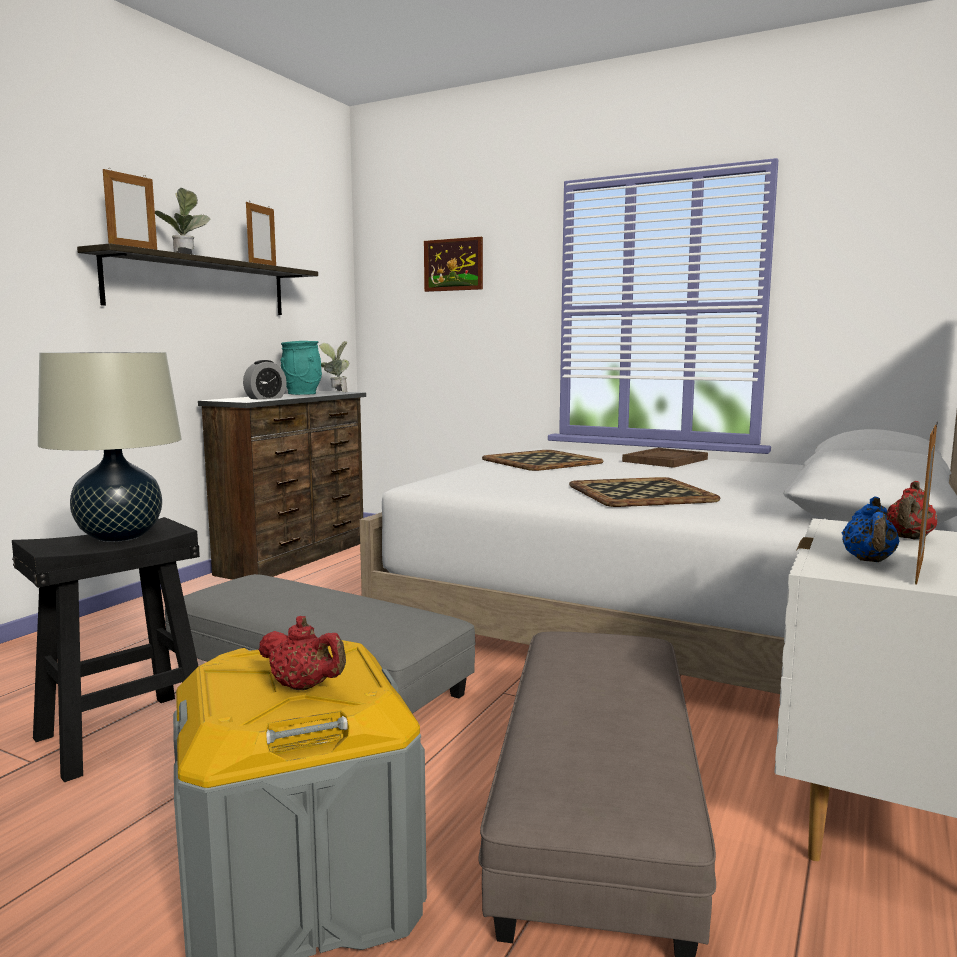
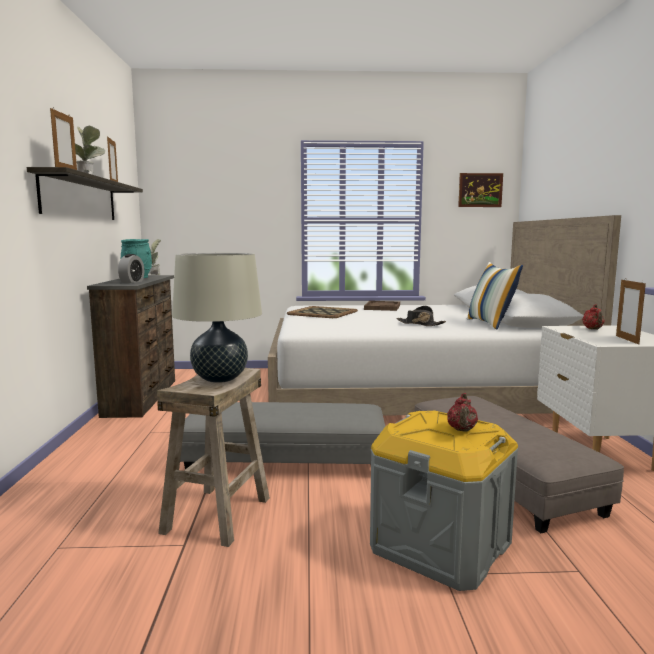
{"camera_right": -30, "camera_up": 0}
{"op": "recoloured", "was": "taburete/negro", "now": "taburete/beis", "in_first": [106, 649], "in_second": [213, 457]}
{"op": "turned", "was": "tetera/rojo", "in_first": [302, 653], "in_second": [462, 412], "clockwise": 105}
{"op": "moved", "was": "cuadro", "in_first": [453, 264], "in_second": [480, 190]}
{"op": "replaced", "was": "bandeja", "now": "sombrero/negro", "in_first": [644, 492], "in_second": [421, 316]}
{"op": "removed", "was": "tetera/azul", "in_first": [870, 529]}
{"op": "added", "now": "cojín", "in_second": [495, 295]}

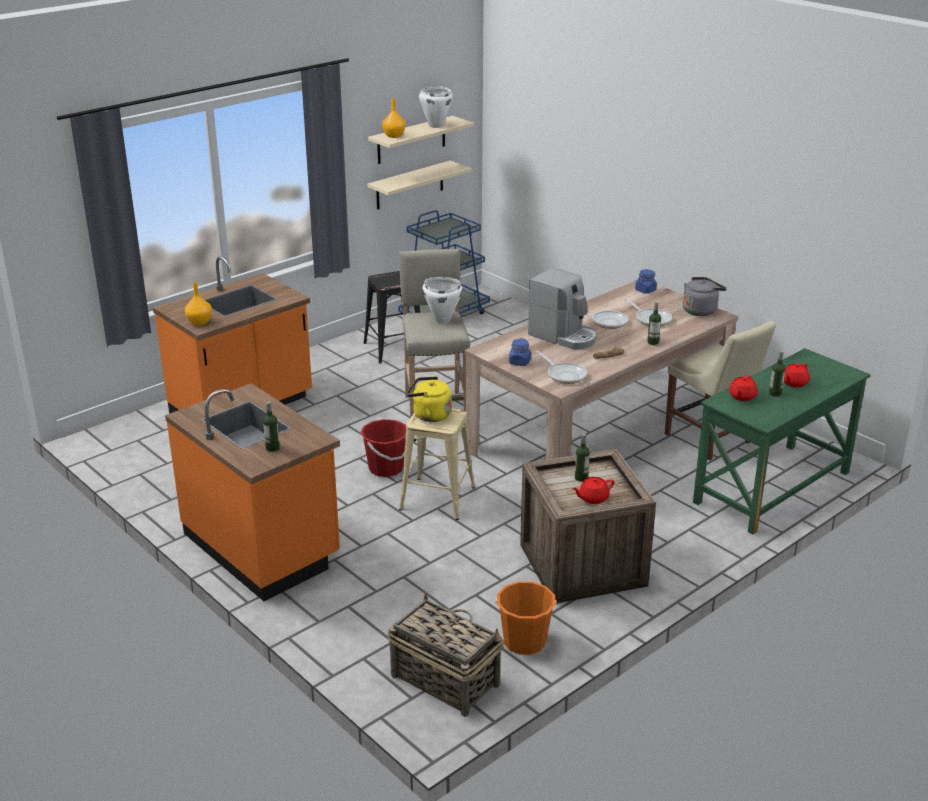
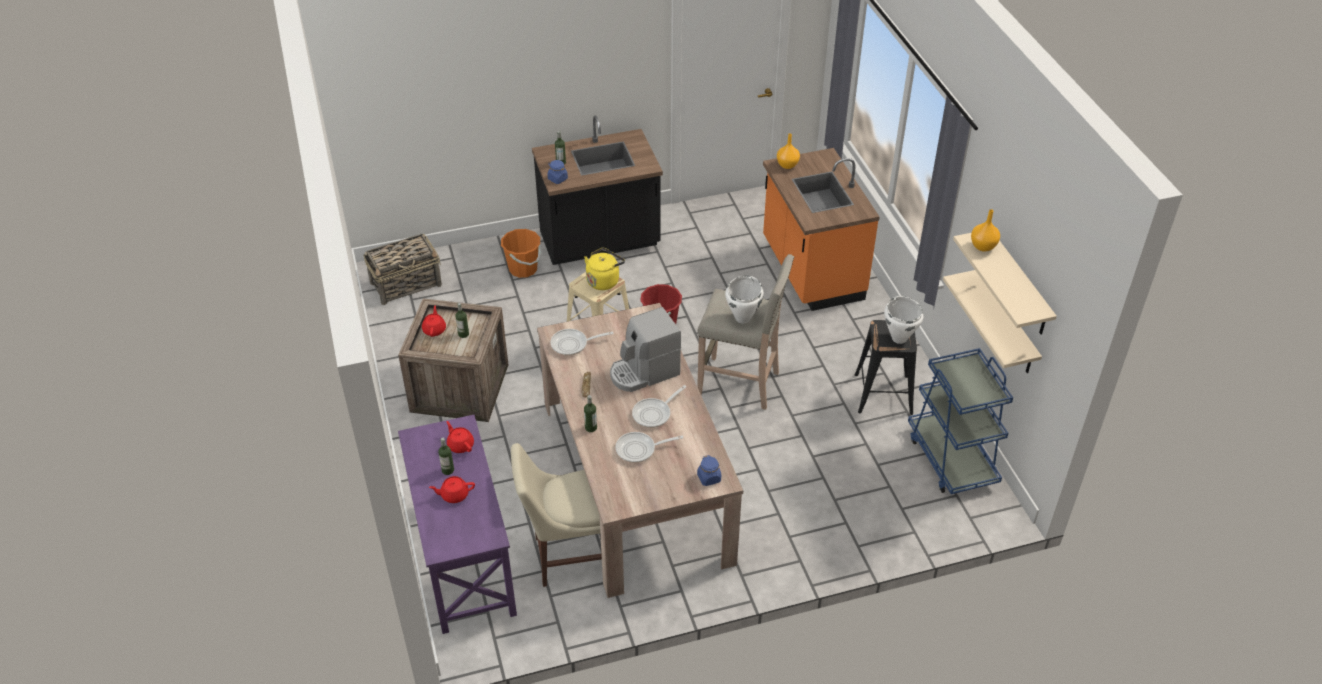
{"camera_right": 115, "camera_up": 15}
{"op": "recoloured", "was": "mueble bajo de cocina/naranja", "now": "mueble bajo de cocina/negro", "in_first": [252, 492], "in_second": [597, 190]}
{"op": "moved", "was": "olla/blanco", "in_first": [436, 107], "in_second": [903, 320]}
{"op": "moved", "was": "cubo/naranja", "in_first": [526, 618], "in_second": [521, 253]}
{"op": "moved", "was": "tarro/azul", "in_first": [520, 352], "in_second": [558, 172]}
{"op": "removed", "was": "hervidor/gris", "in_first": [705, 296]}
{"op": "recoloured", "was": "escritorio/verde", "now": "escritorio/morado", "in_first": [782, 441], "in_second": [457, 524]}
{"op": "turned", "was": "tetera/rojo", "in_first": [797, 375], "in_second": [452, 489], "clockwise": -75}

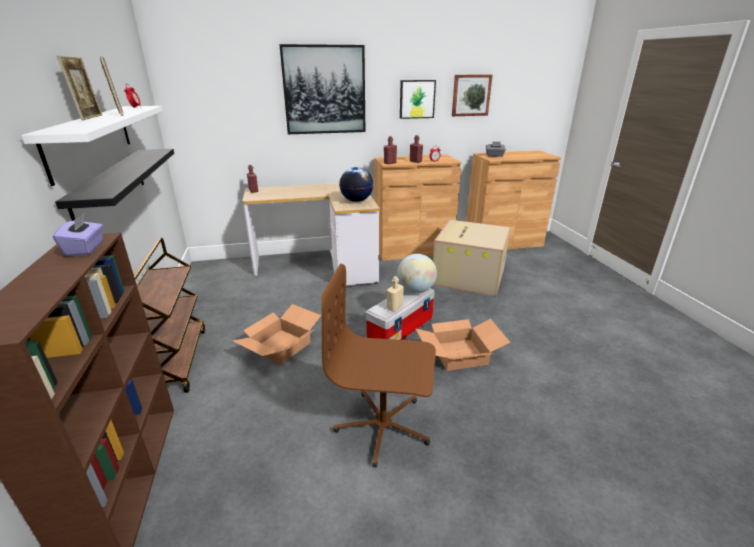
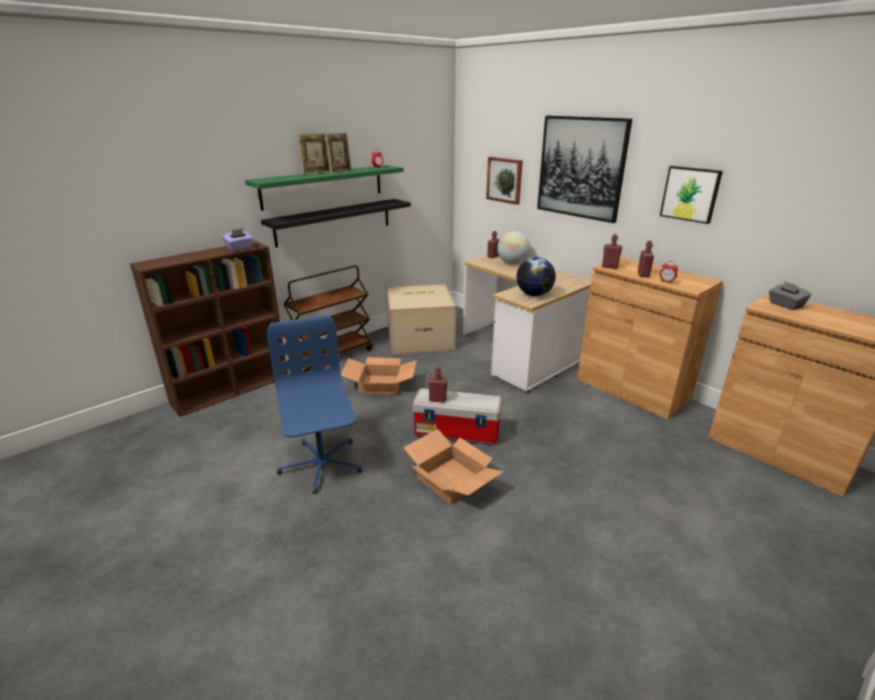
{"camera_right": 60, "camera_up": 0}
{"op": "recoloured", "was": "estante/blanco", "now": "estante/verde", "in_first": [92, 146], "in_second": [324, 188]}
{"op": "recoloured", "was": "silla de oficina/marrón", "now": "silla de oficina/azul", "in_first": [378, 366], "in_second": [315, 404]}
{"op": "recoloured", "was": "botella/beis", "now": "botella/rojo", "in_first": [395, 294], "in_second": [438, 385]}
{"op": "moved", "was": "globo terráqueo", "in_first": [417, 273], "in_second": [513, 247]}
{"op": "moved", "was": "caja de cartón", "in_first": [471, 258], "in_second": [421, 319]}
{"op": "moved", "was": "cuadro", "in_first": [472, 95], "in_second": [504, 181]}

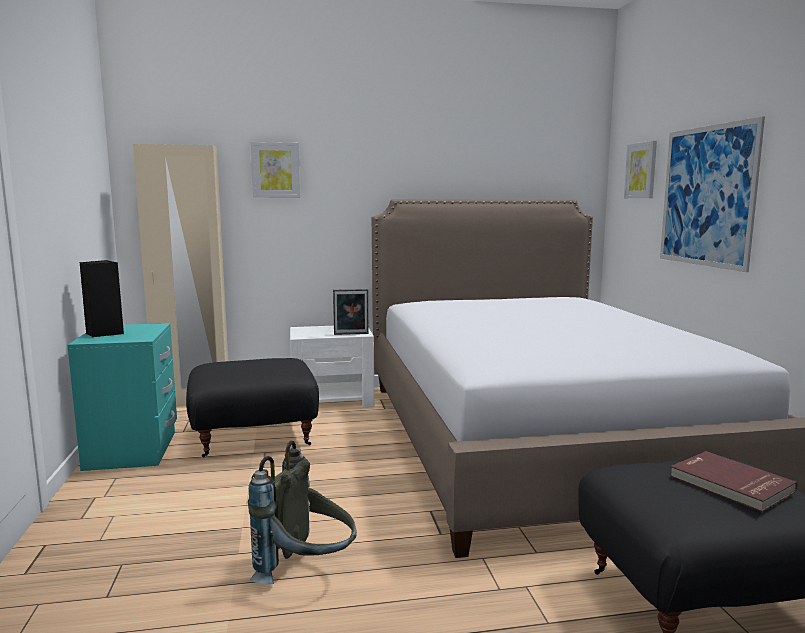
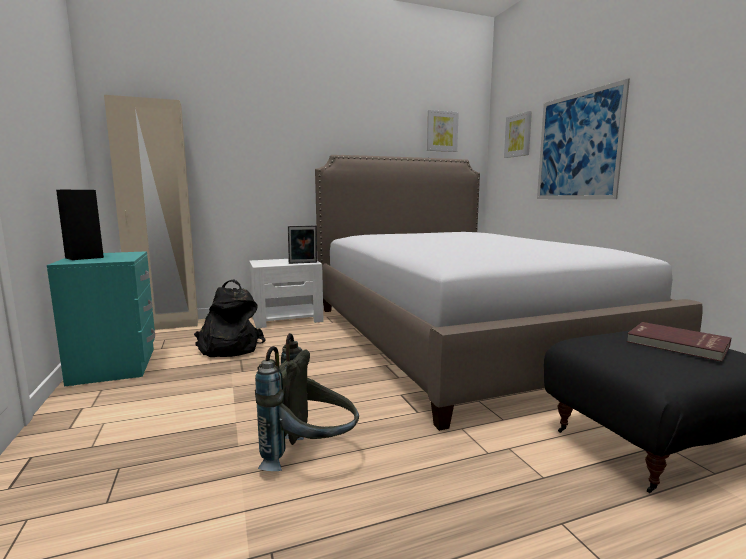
{"camera_right": -10, "camera_up": 0}
{"op": "replaced", "was": "puf/negro", "now": "mochila/negro", "in_first": [252, 407], "in_second": [230, 318]}
{"op": "moved", "was": "cuadro", "in_first": [275, 170], "in_second": [443, 131]}

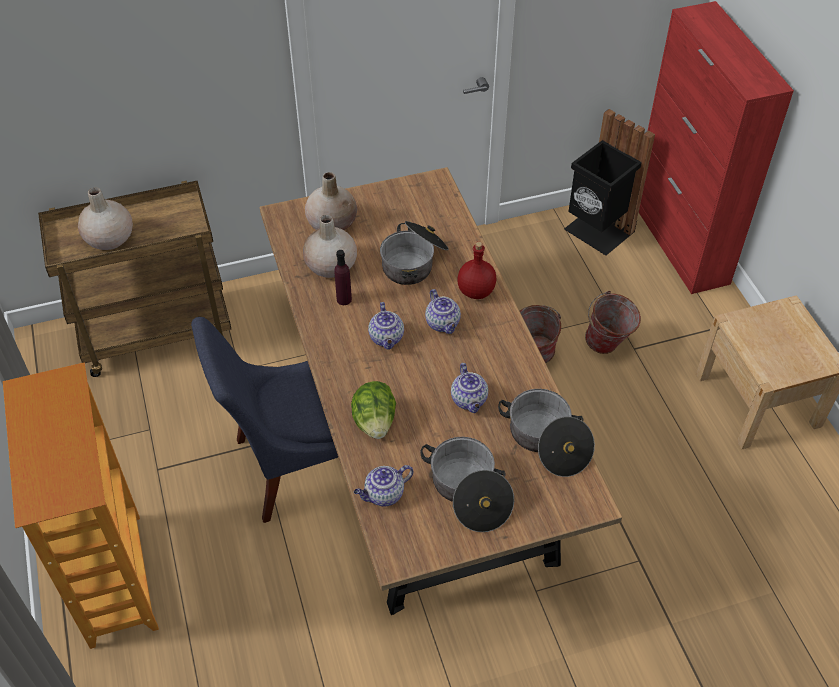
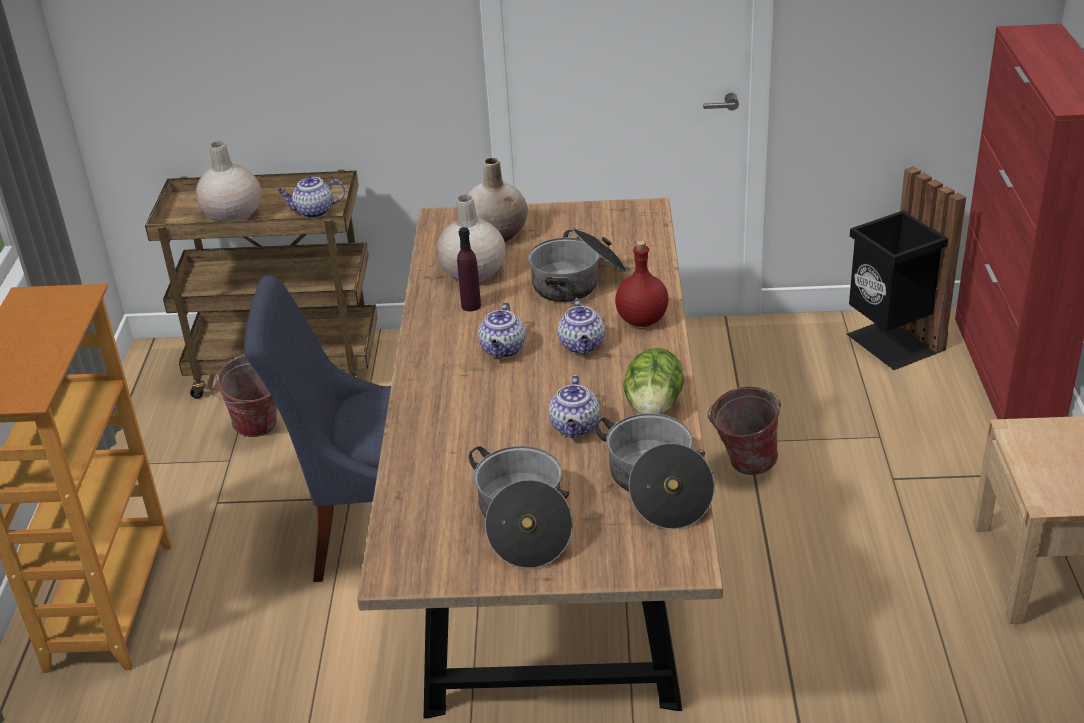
{"camera_right": 20, "camera_up": -15}
{"op": "moved", "was": "lechuga", "in_first": [373, 410], "in_second": [653, 381]}
{"op": "moved", "was": "tetera", "in_first": [383, 485], "in_second": [311, 196]}
{"op": "moved", "was": "cubo", "in_first": [613, 322], "in_second": [245, 395]}

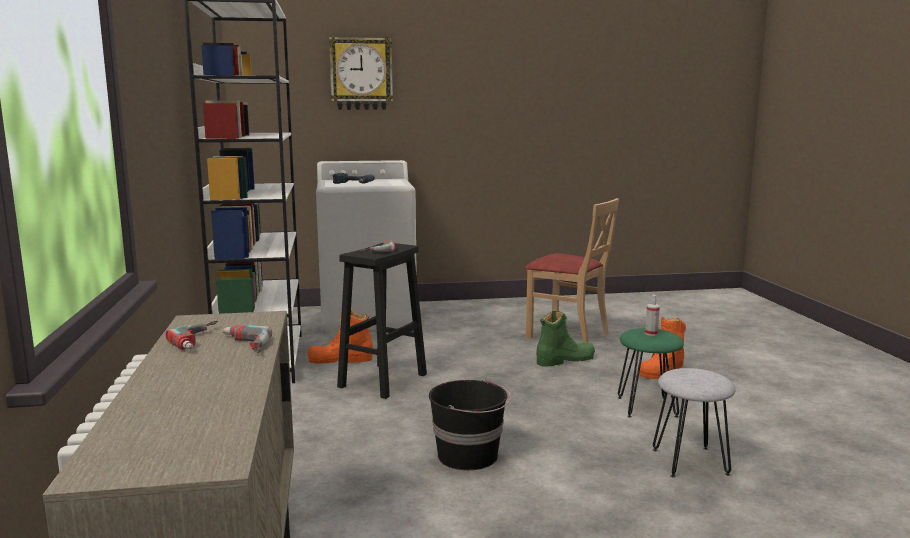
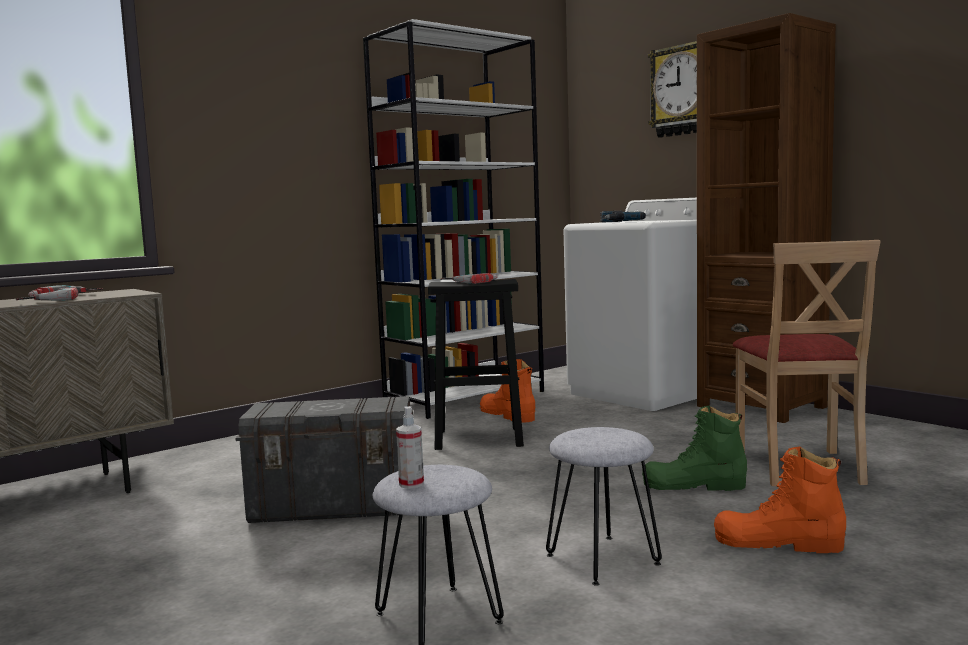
{"camera_right": 60, "camera_up": -5}
{"op": "replaced", "was": "cubo/negro", "now": "caja de almacenaje/gris", "in_first": [470, 424], "in_second": [324, 459]}
{"op": "turned", "was": "bota/verde", "in_first": [565, 339], "in_second": [694, 448], "clockwise": 150}
{"op": "recoloured", "was": "taburete/verde", "now": "taburete/gris", "in_first": [651, 373], "in_second": [604, 506]}
{"op": "moved", "was": "pulverizador", "in_first": [652, 315], "in_second": [410, 447]}
{"op": "added", "now": "estantería/marrón", "in_second": [766, 218]}

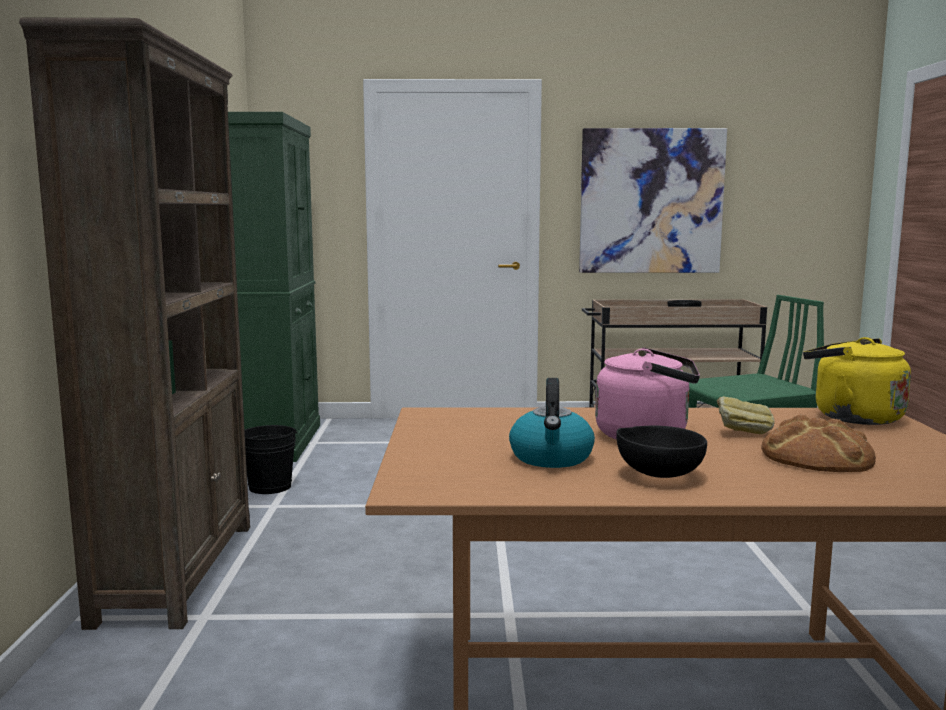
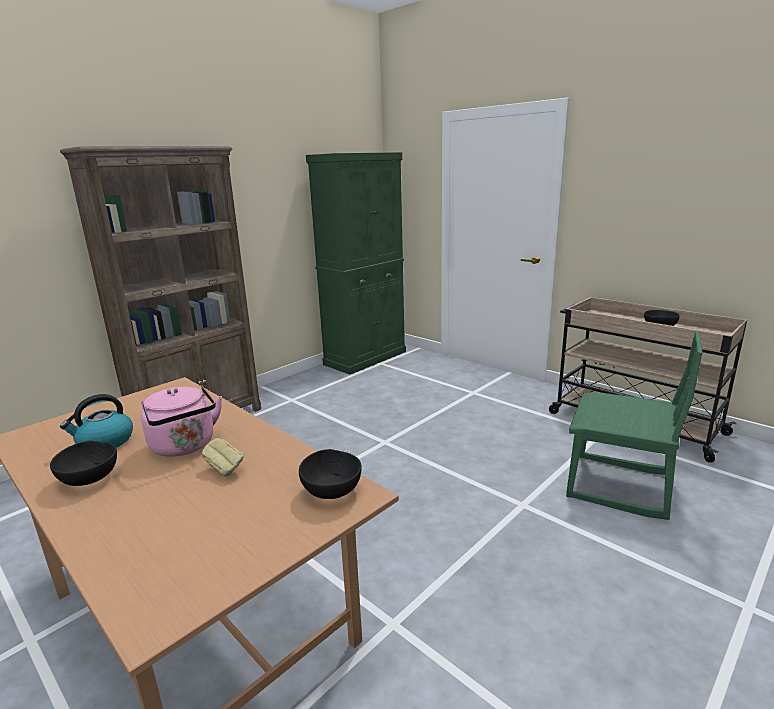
{"camera_right": 45, "camera_up": 10}
{"op": "removed", "was": "cubo/negro", "in_first": [271, 459]}
{"op": "removed", "was": "cuadro", "in_first": [653, 200]}
{"op": "removed", "was": "pan", "in_first": [818, 443]}
{"op": "replaced", "was": "hervidor/amarillo", "now": "cuenco/negro", "in_first": [857, 381], "in_second": [330, 474]}

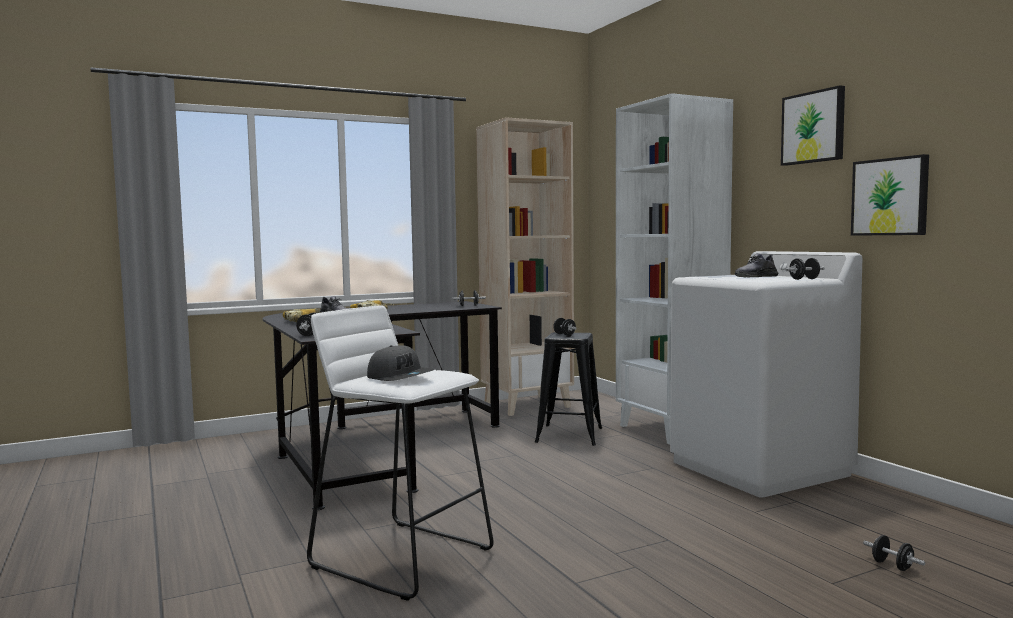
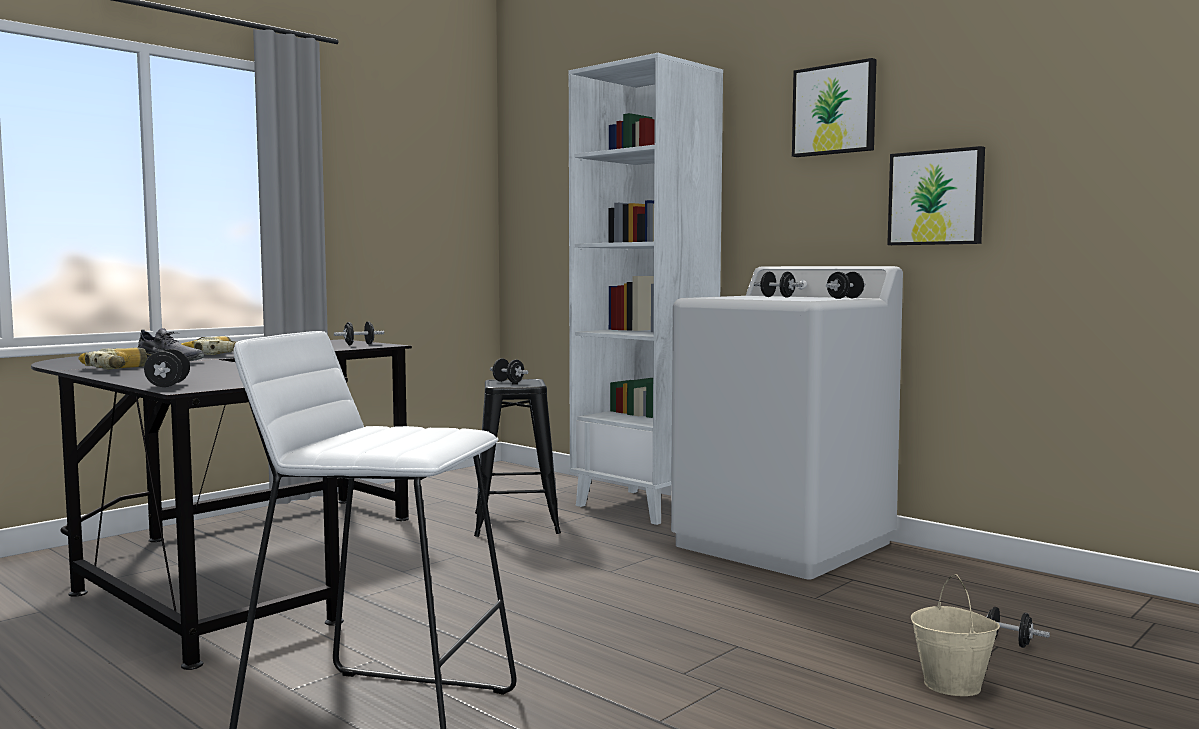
{"camera_right": -20, "camera_up": 0}
{"op": "removed", "was": "gorra/gris", "in_first": [400, 363]}
{"op": "removed", "was": "estantería/beis", "in_first": [525, 266]}
{"op": "replaced", "was": "zapato/gris", "now": "mancuerna/negro", "in_first": [756, 265], "in_second": [779, 284]}
{"op": "added", "now": "cubo/beis", "in_second": [955, 635]}

